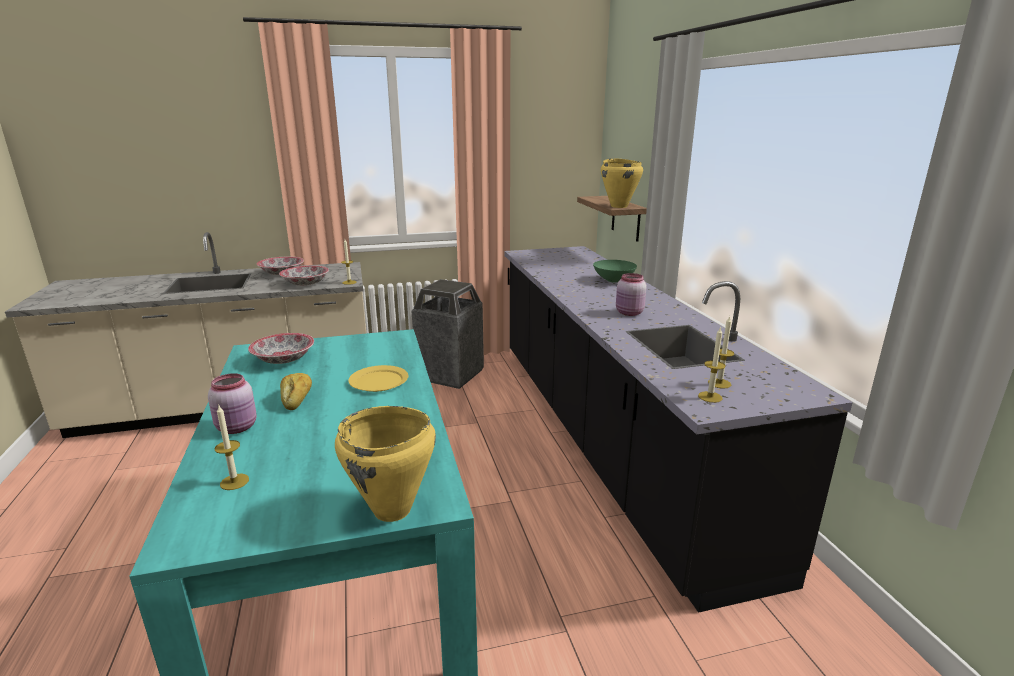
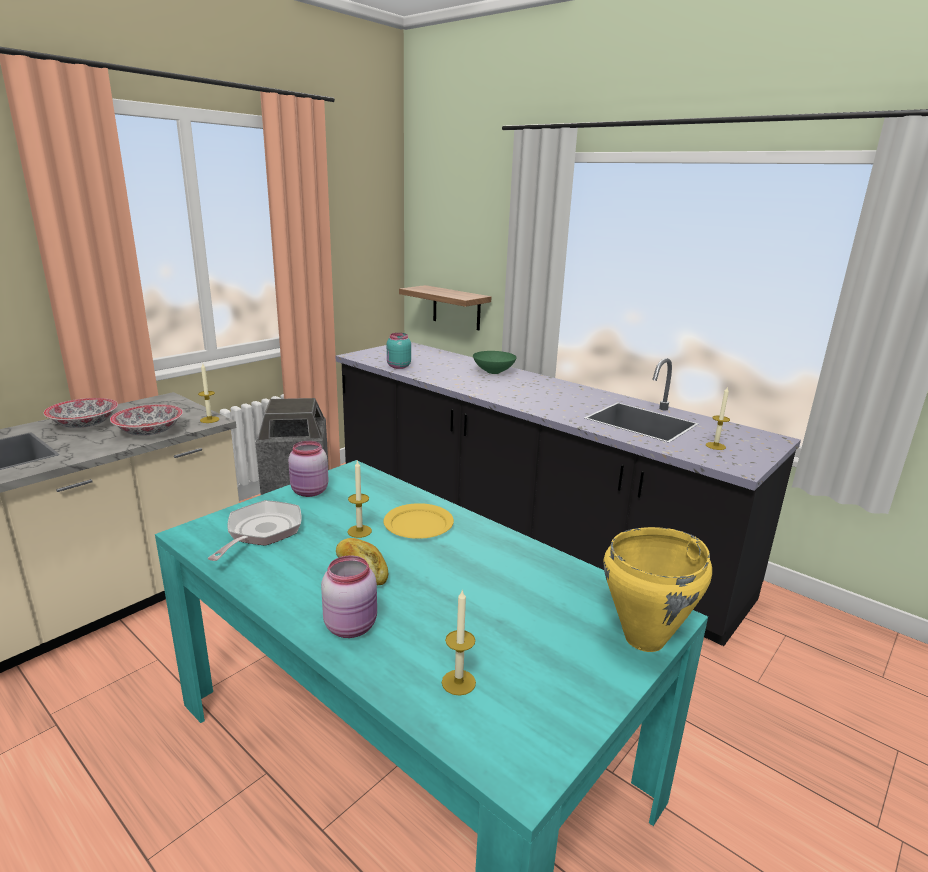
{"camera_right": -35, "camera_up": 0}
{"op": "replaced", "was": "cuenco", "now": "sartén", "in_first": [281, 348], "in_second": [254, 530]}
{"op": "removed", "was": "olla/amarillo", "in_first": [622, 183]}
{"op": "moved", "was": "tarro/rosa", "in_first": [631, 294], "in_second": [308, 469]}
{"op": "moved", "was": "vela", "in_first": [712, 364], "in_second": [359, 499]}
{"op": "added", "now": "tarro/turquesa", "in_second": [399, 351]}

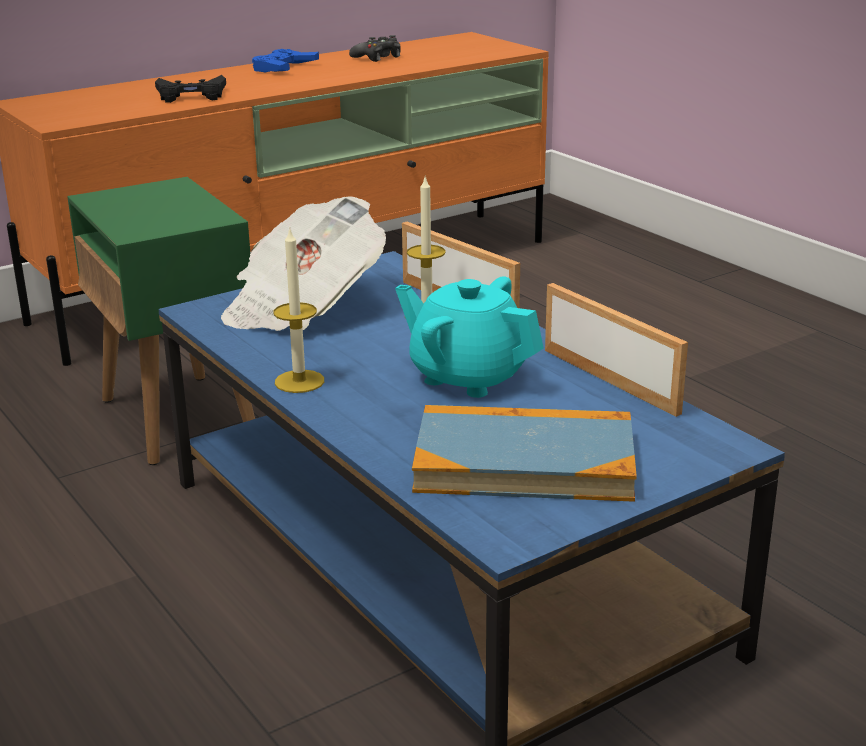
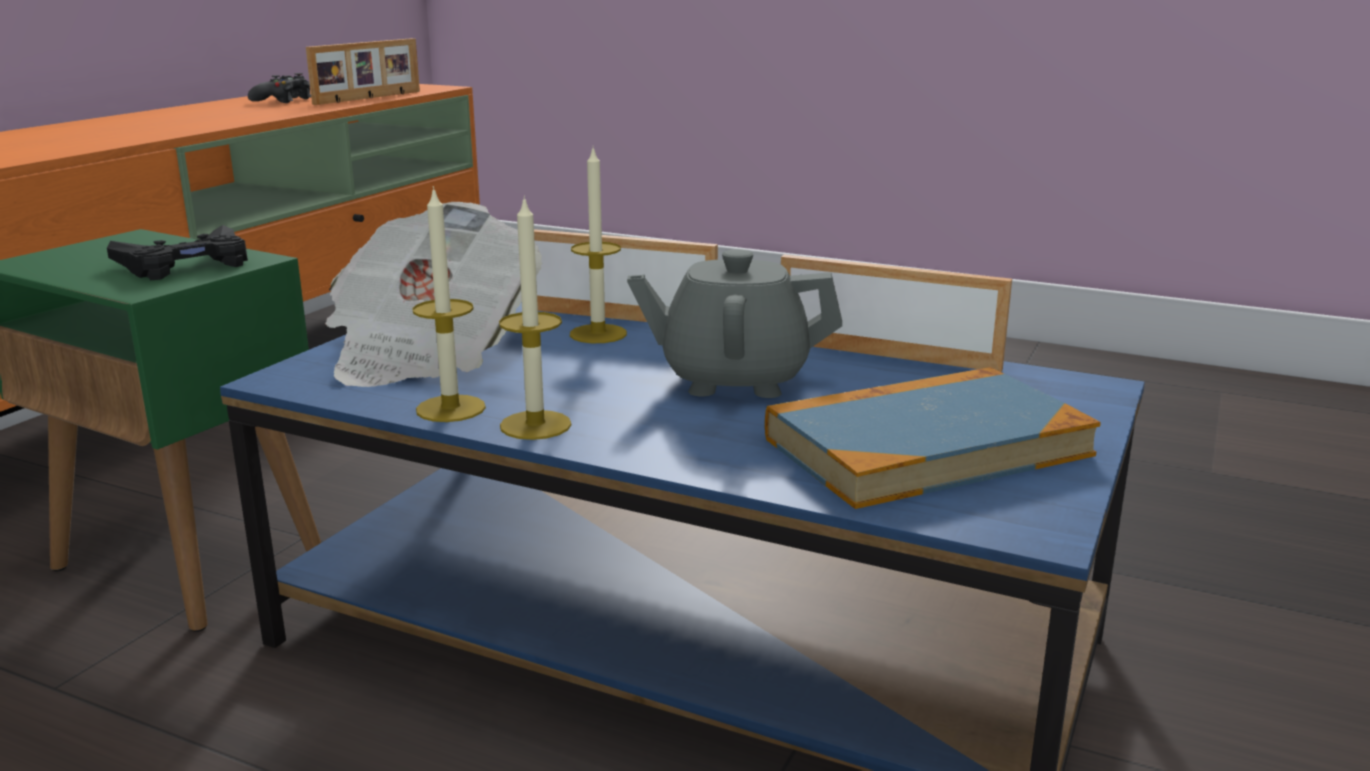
{"camera_right": -30, "camera_up": -5}
{"op": "moved", "was": "mando de consola/negro", "in_first": [190, 89], "in_second": [177, 252]}
{"op": "removed", "was": "mando de consola/azul", "in_first": [285, 60]}
{"op": "recoloured", "was": "tetera/turquesa", "now": "tetera/gris", "in_first": [469, 337], "in_second": [734, 323]}
{"op": "added", "now": "portarretratos", "in_second": [363, 71]}
{"op": "added", "now": "vela", "in_second": [449, 304]}

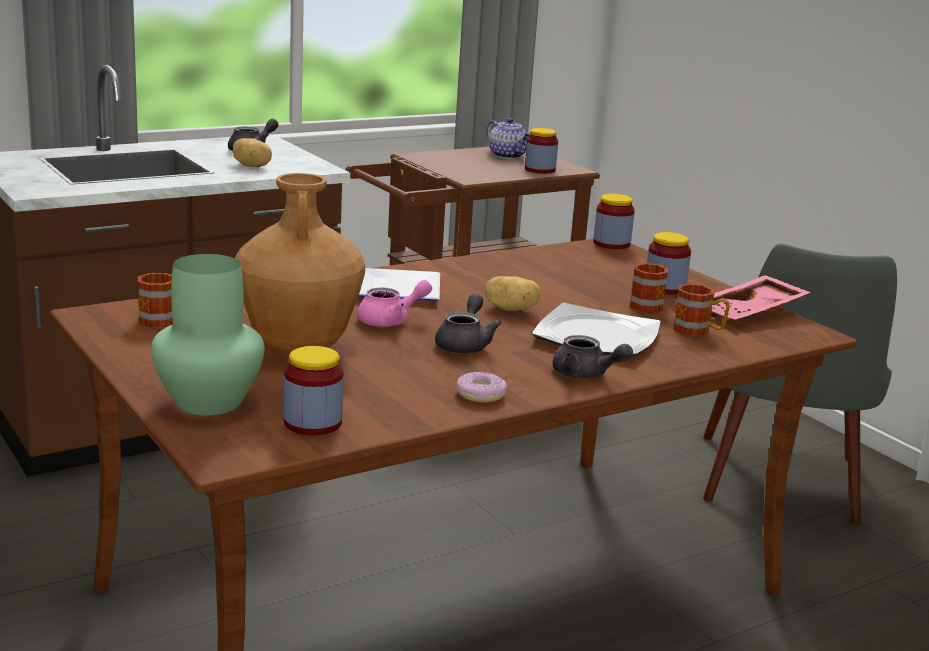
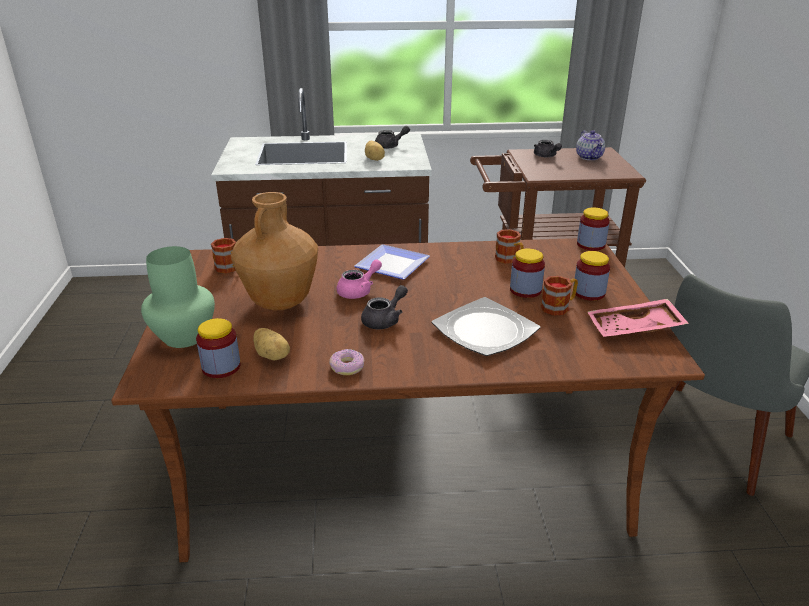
{"camera_right": 30, "camera_up": 10}
{"op": "turned", "was": "tetera/rosa", "in_first": [394, 303], "in_second": [359, 279], "clockwise": -45}
{"op": "moved", "was": "patata", "in_first": [513, 293], "in_second": [271, 344]}
{"op": "moved", "was": "tarro", "in_first": [541, 151], "in_second": [527, 273]}
{"op": "moved", "was": "tetera/gris", "in_first": [593, 357], "in_second": [548, 148]}
{"op": "moved", "was": "taza grande", "in_first": [701, 309], "in_second": [509, 246]}

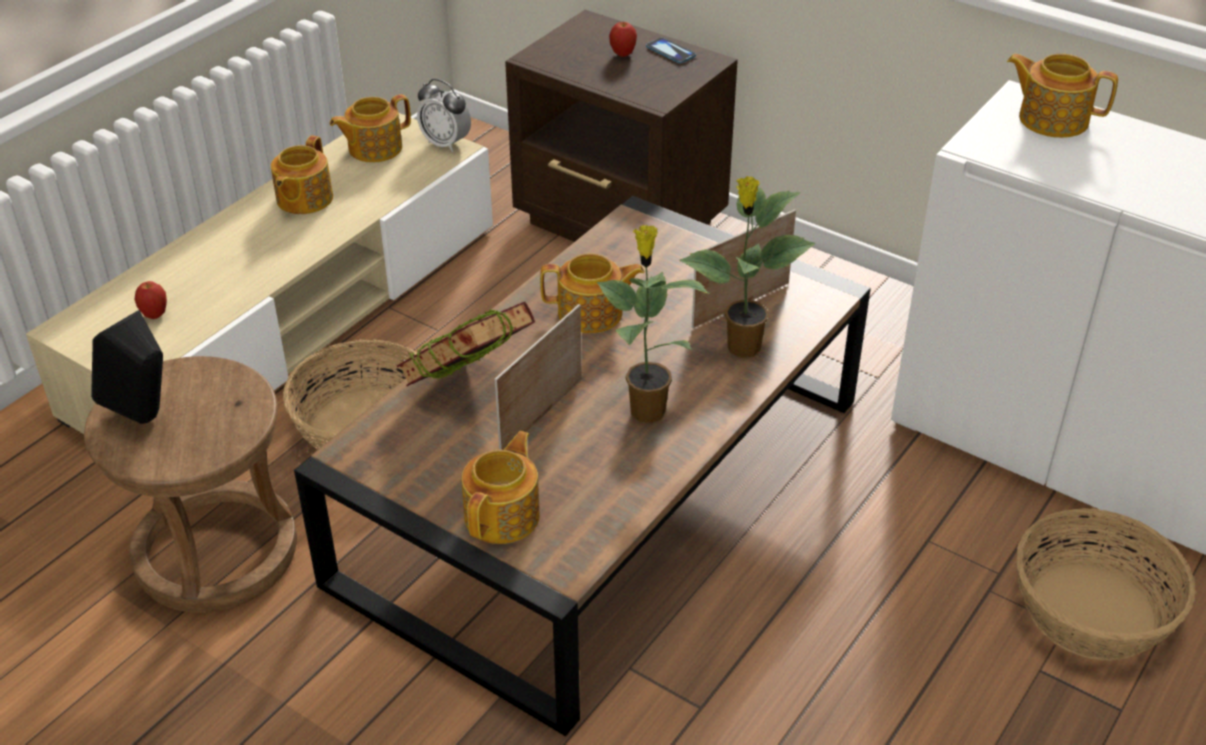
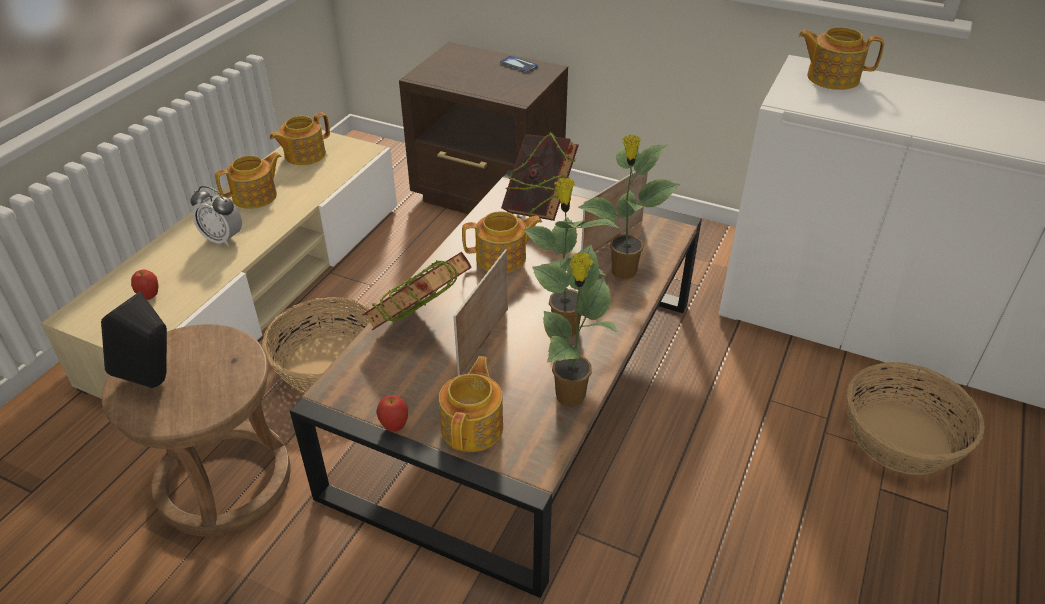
{"camera_right": -10, "camera_up": 0}
{"op": "turned", "was": "tetera", "in_first": [302, 174], "in_second": [248, 180], "clockwise": -135}
{"op": "moved", "was": "despertador", "in_first": [444, 115], "in_second": [216, 216]}
{"op": "moved", "was": "manzana", "in_first": [623, 39], "in_second": [392, 413]}
{"op": "added", "now": "libro", "in_second": [540, 176]}
{"op": "added", "now": "planta en maceta", "in_second": [575, 325]}

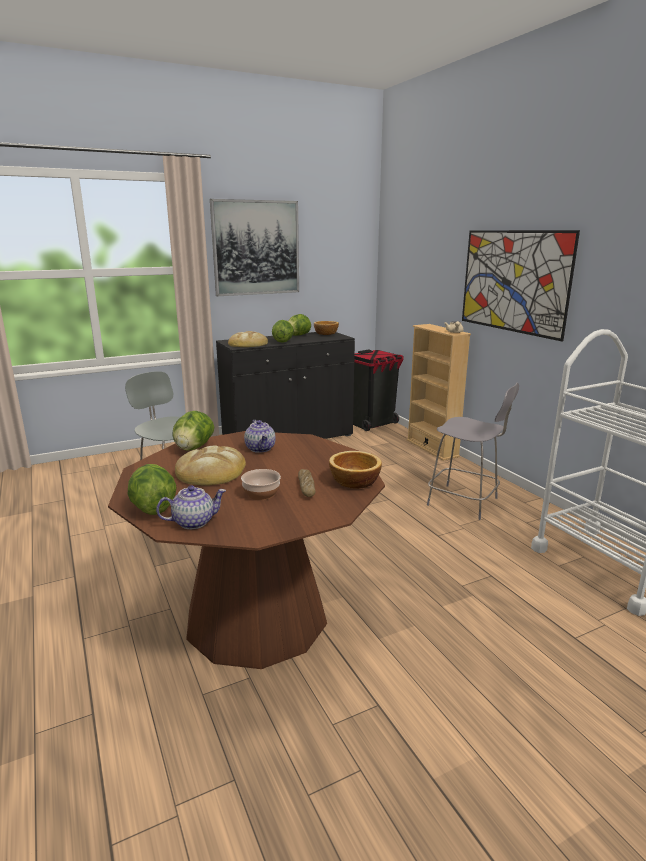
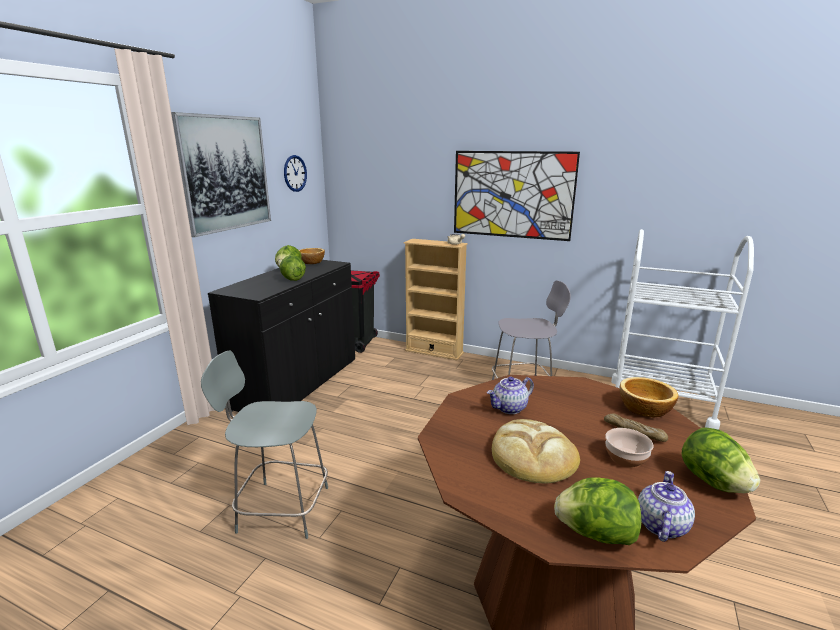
{"camera_right": -40, "camera_up": 0}
{"op": "moved", "was": "lechuga", "in_first": [193, 431], "in_second": [721, 460]}
{"op": "removed", "was": "pan", "in_first": [248, 339]}
{"op": "turned", "was": "tetera", "in_first": [260, 436], "in_second": [510, 395], "clockwise": 120}
{"op": "added", "now": "reloj de pared", "in_second": [295, 173]}

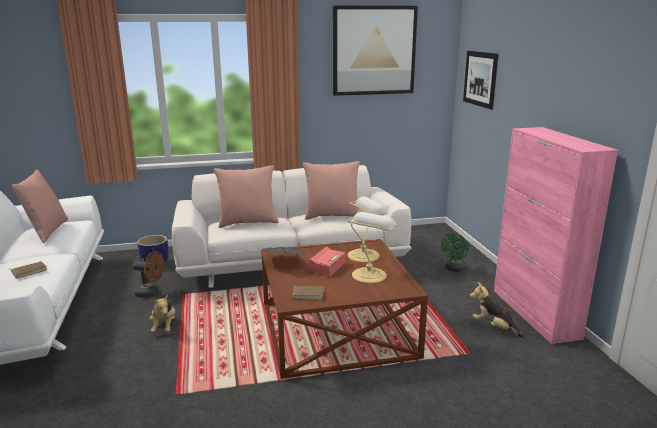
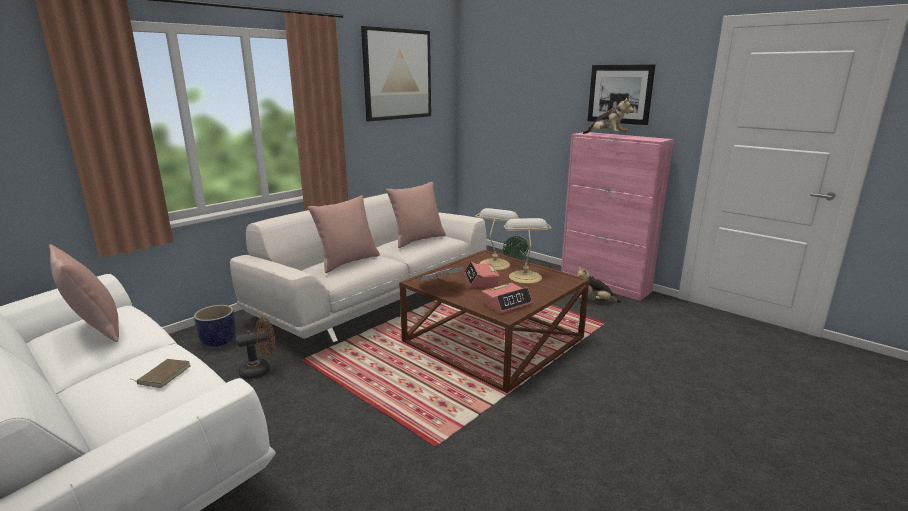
{"camera_right": -35, "camera_up": 0}
{"op": "moved", "was": "peluche", "in_first": [162, 313], "in_second": [608, 115]}
{"op": "replaced", "was": "libro/marrón", "now": "despertador", "in_first": [308, 291], "in_second": [507, 298]}
{"op": "moved", "was": "cuadro", "in_first": [480, 80], "in_second": [621, 94]}

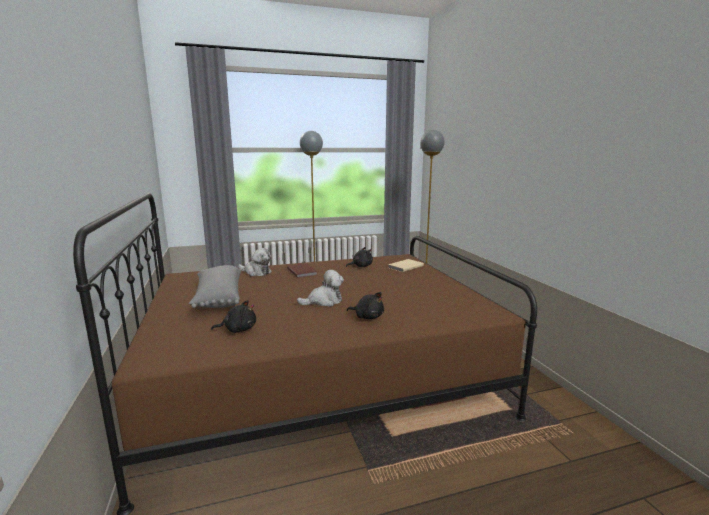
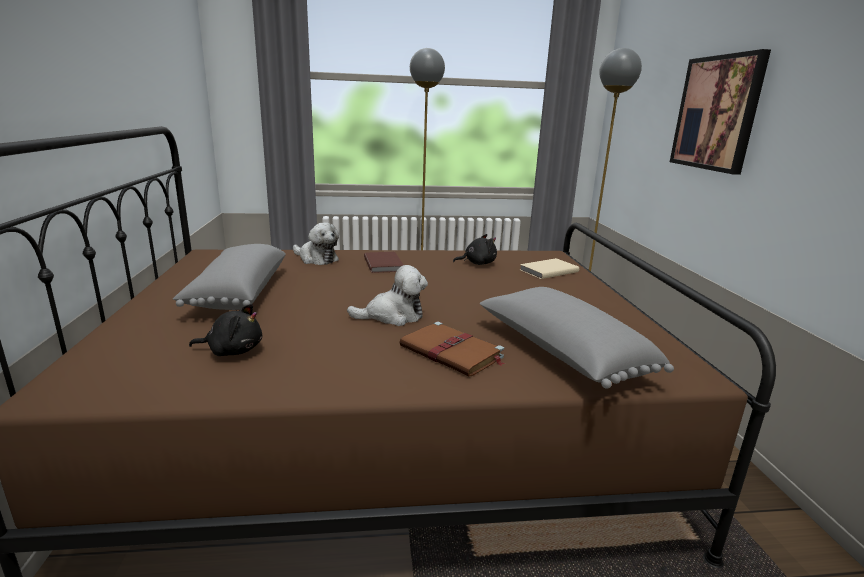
{"camera_right": 10, "camera_up": 5}
{"op": "replaced", "was": "peluche/negro", "now": "libro/marrón", "in_first": [365, 305], "in_second": [452, 348]}
{"op": "added", "now": "cojín/gris", "in_second": [577, 338]}
{"op": "added", "now": "cuadro", "in_second": [720, 112]}

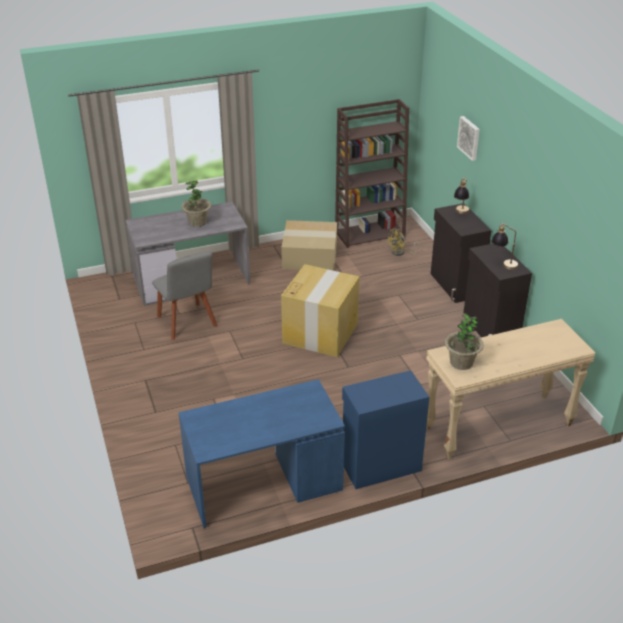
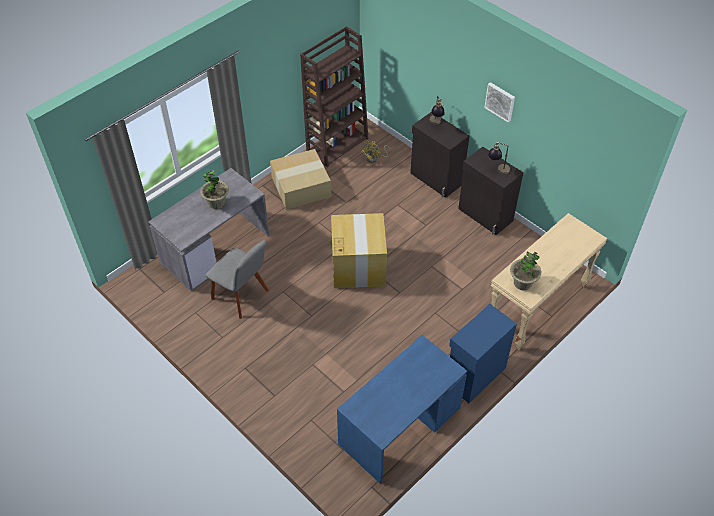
{"camera_right": -25, "camera_up": 15}
{"op": "moved", "was": "cuadro", "in_first": [468, 138], "in_second": [499, 102]}

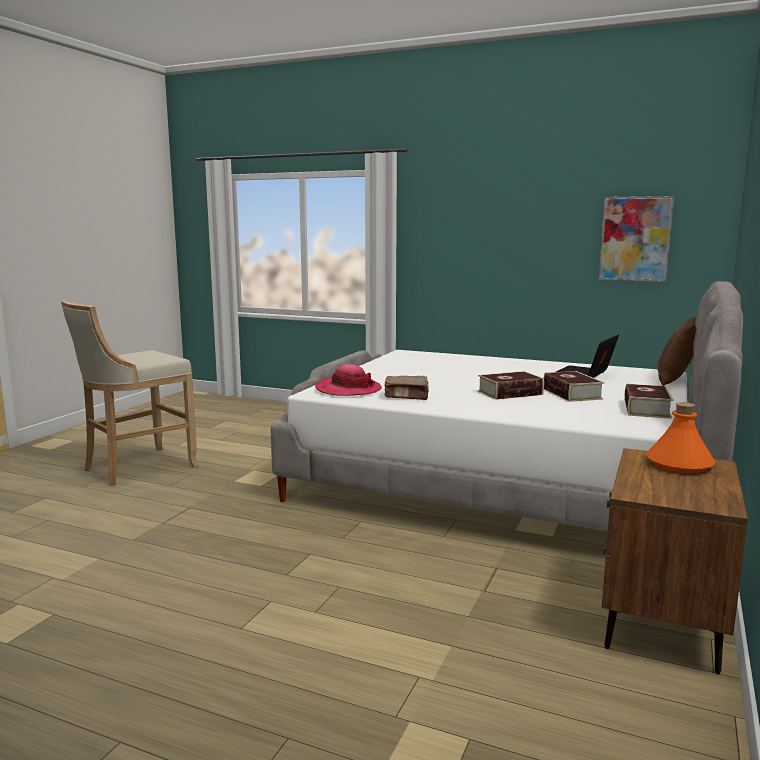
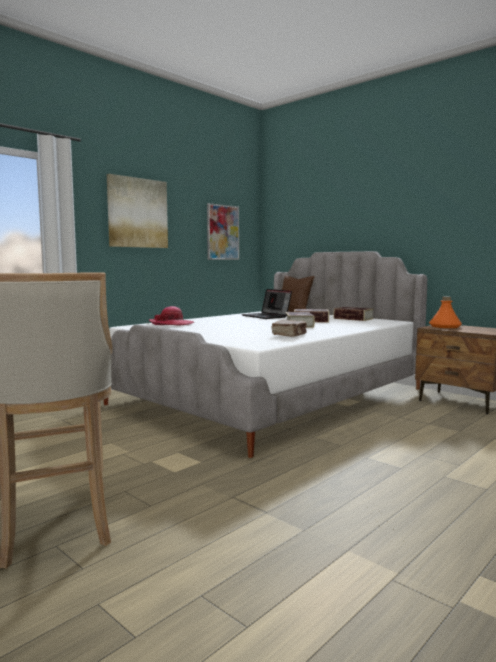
{"camera_right": -70, "camera_up": -5}
{"op": "moved", "was": "sombrero", "in_first": [348, 380], "in_second": [171, 316]}
{"op": "added", "now": "cuadro", "in_second": [137, 211]}

